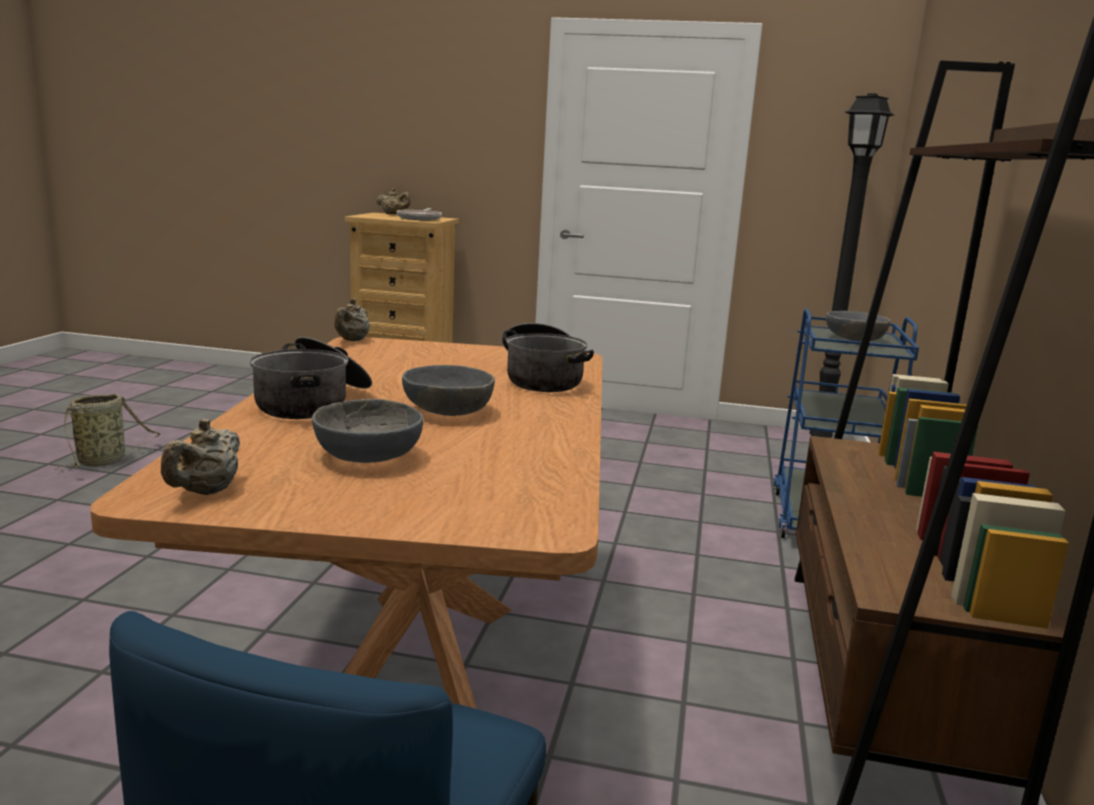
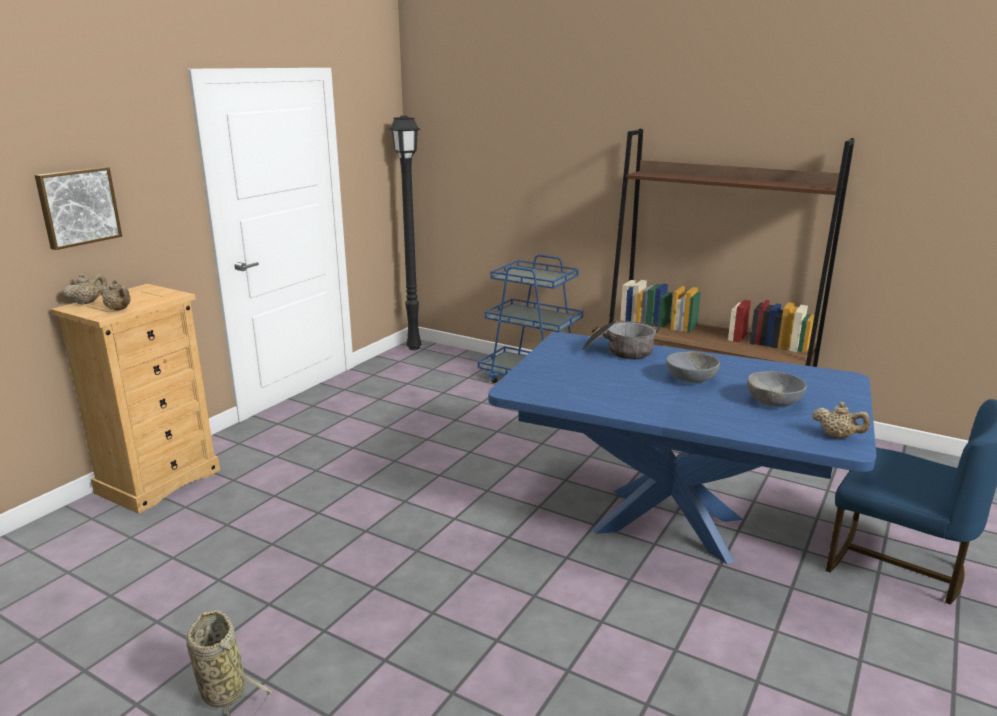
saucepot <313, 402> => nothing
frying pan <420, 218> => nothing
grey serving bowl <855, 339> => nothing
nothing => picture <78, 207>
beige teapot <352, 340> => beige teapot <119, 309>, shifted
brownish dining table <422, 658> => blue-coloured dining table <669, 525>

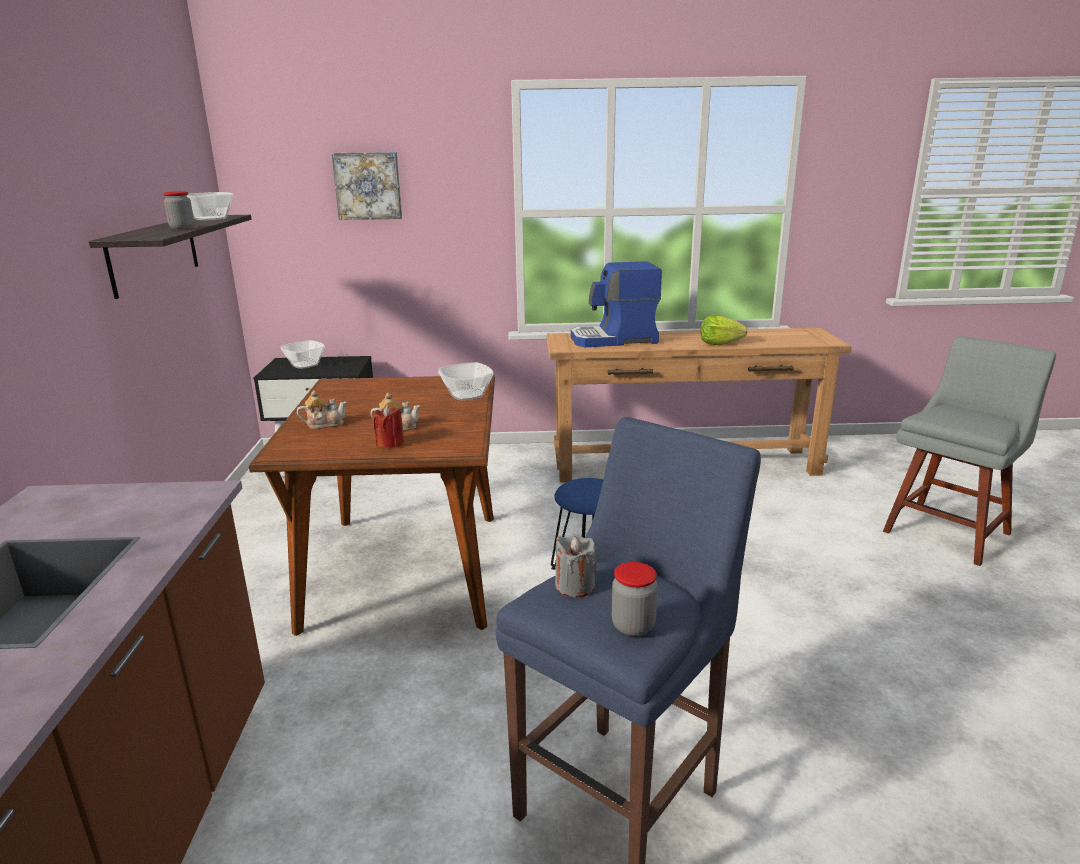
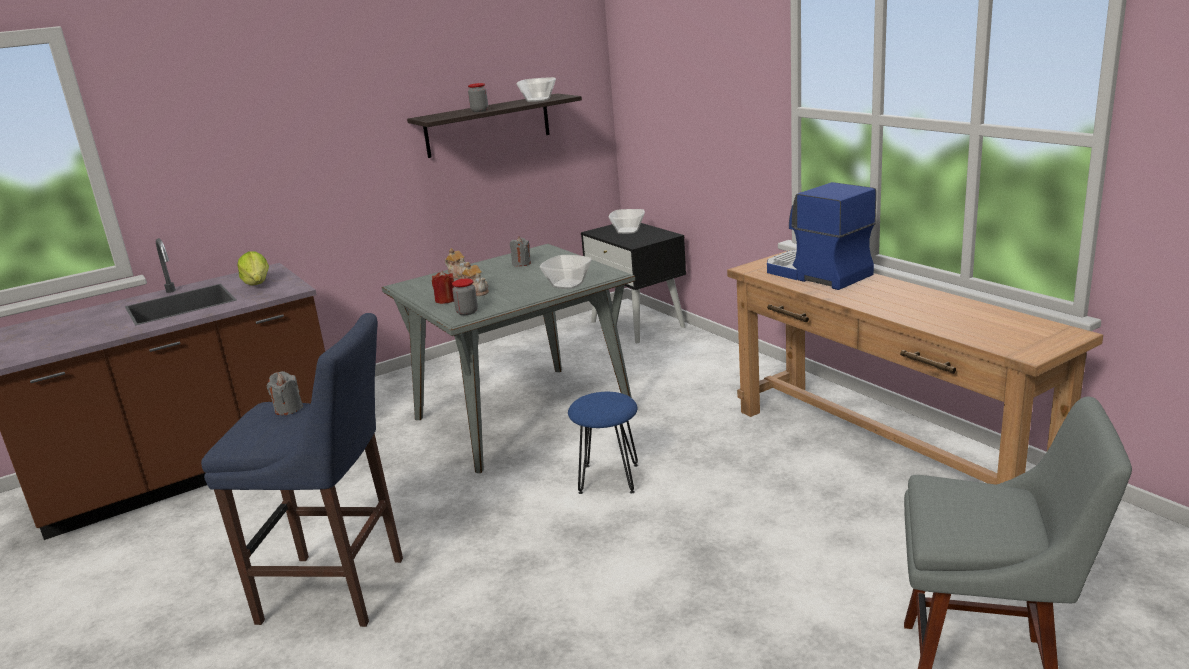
picture <368, 186> => nothing
nothing => grey wax candle <521, 263>
storage jar <633, 626> => storage jar <467, 312>, shifted
lettuce head <719, 343> => lettuce head <257, 284>, shifted
brownish dining table <405, 568> => grey dining table <523, 415>

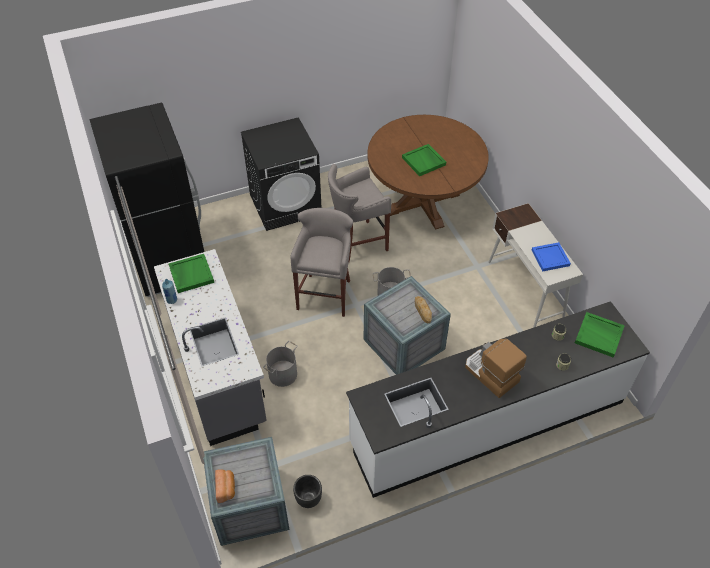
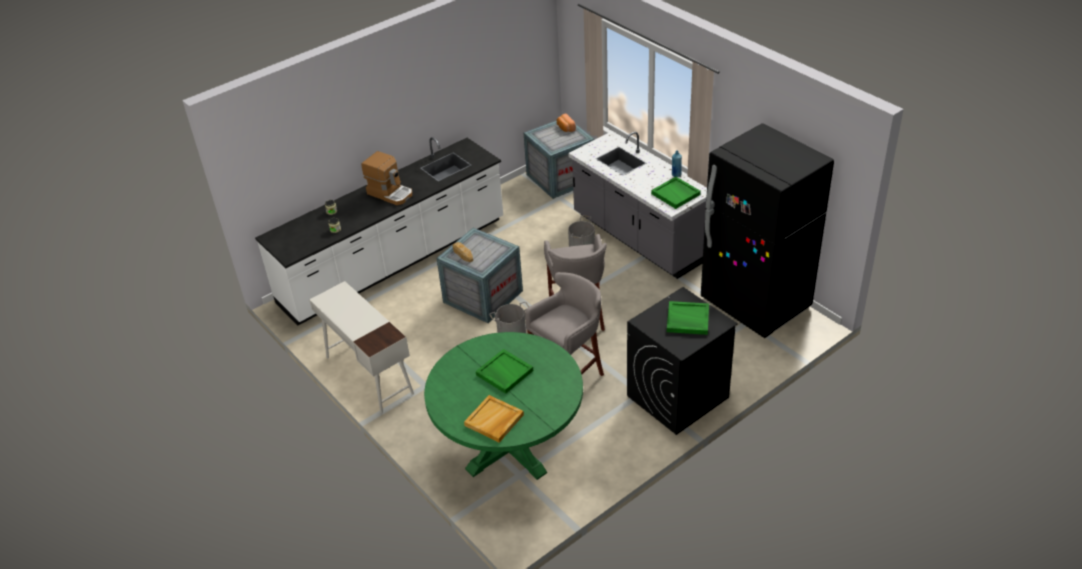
black-coloured planter <308, 499> => nothing
blue-coloured serving tray <549, 257> => nothing
nothing => beige serving tray <494, 420>
green-coloured serving tray <599, 335> => green-coloured serving tray <687, 320>, shifted
brownish dining table <423, 202> => green-coloured dining table <510, 446>

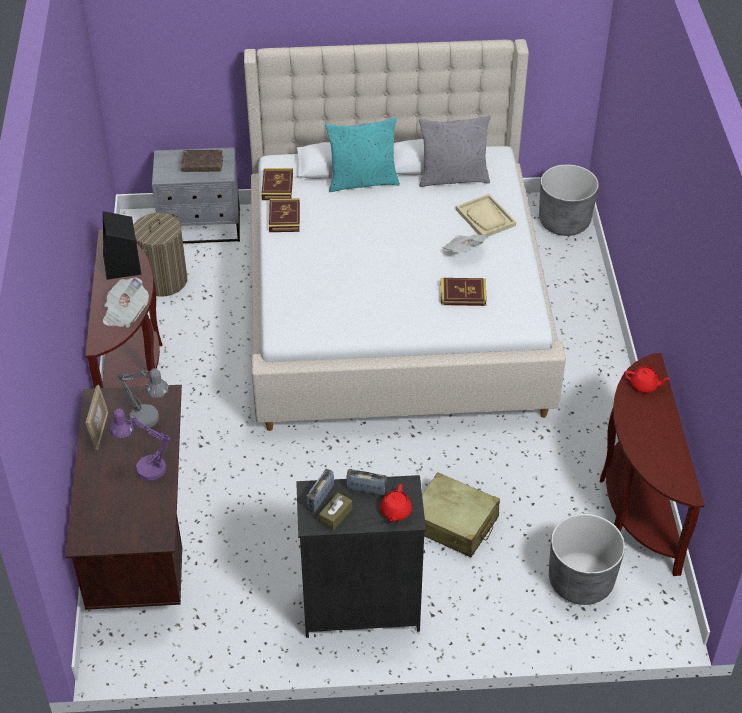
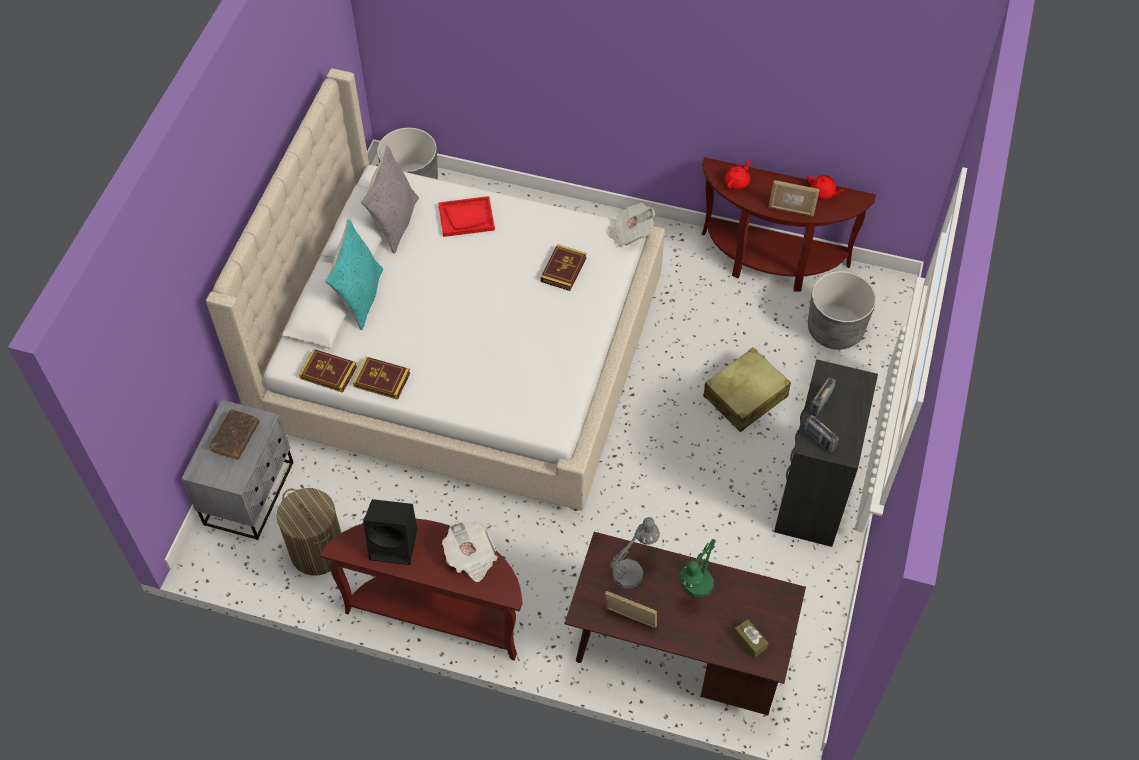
nothing => picture frame <791, 210>
brownish box of tissues <335, 515> => brownish box of tissues <750, 641>, shifted
reddish teapot <395, 512> => reddish teapot <822, 192>, shifted
printed paper <464, 251> => printed paper <629, 233>, shifted
purple table lamp <144, 468> => green-coloured table lamp <695, 589>
beige serving tray <485, 217> => reddish serving tray <466, 217>

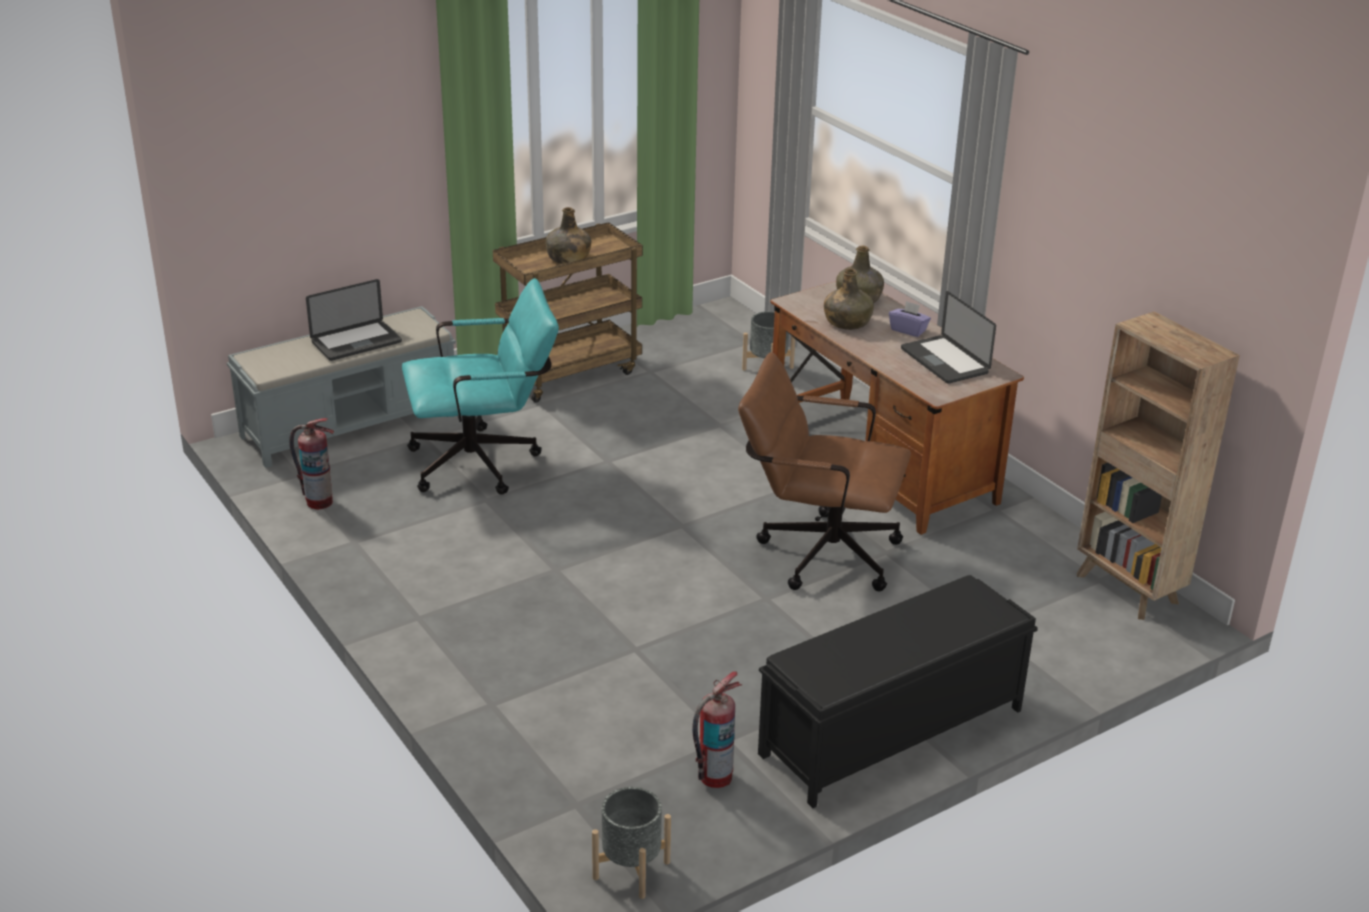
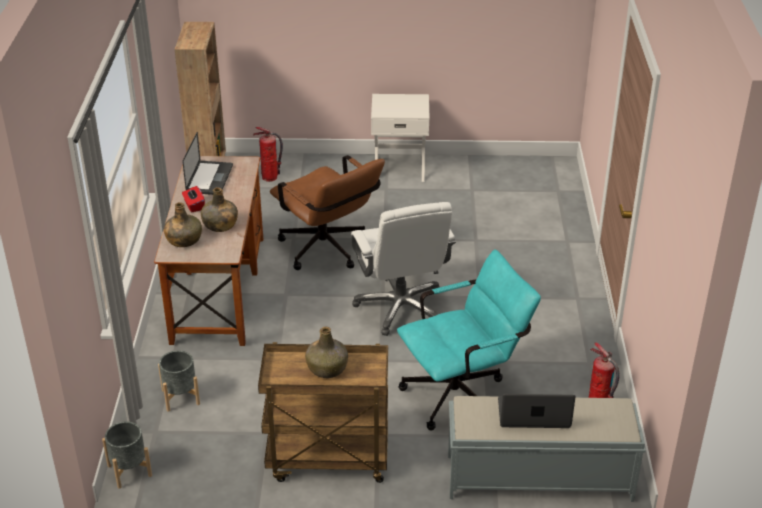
nothing => white-coloured computer chair <401, 307>
grey planter <632, 870> => grey planter <129, 470>, shifted
extinguisher <714, 776> => extinguisher <270, 177>, shifted
black-coloured indoor bench <890, 733> => white-coloured night table <399, 168>
purple box of tissues <908, 330> => reddish box of tissues <194, 206>
blue-green computer chair <485, 463> => blue-green computer chair <463, 393>, 135 degrees clockwise

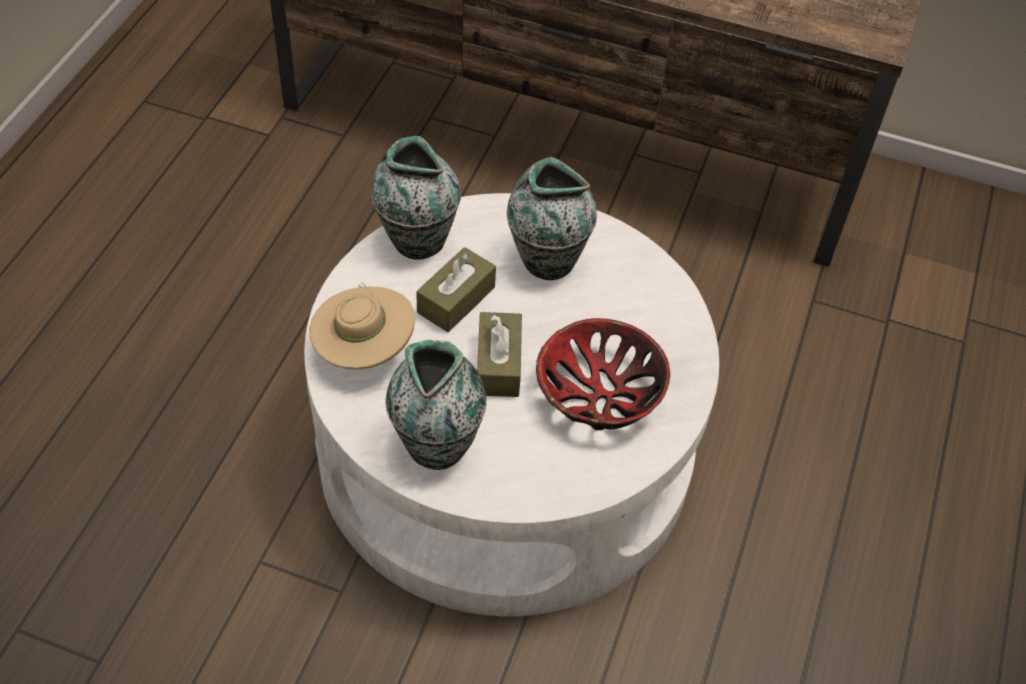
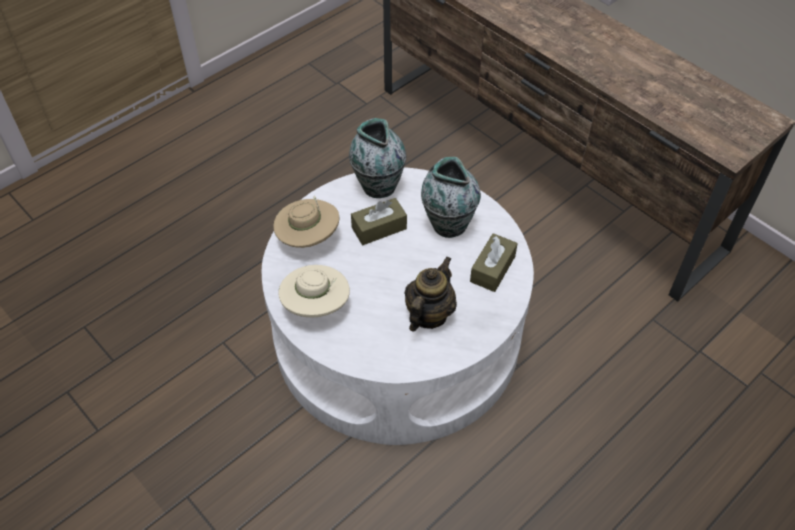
brownish box of tissues <498, 364> => brownish box of tissues <492, 269>, shifted
flower vase <437, 443> => beige wearable hat <316, 306>
serving bowl <598, 394> => teapot <428, 314>

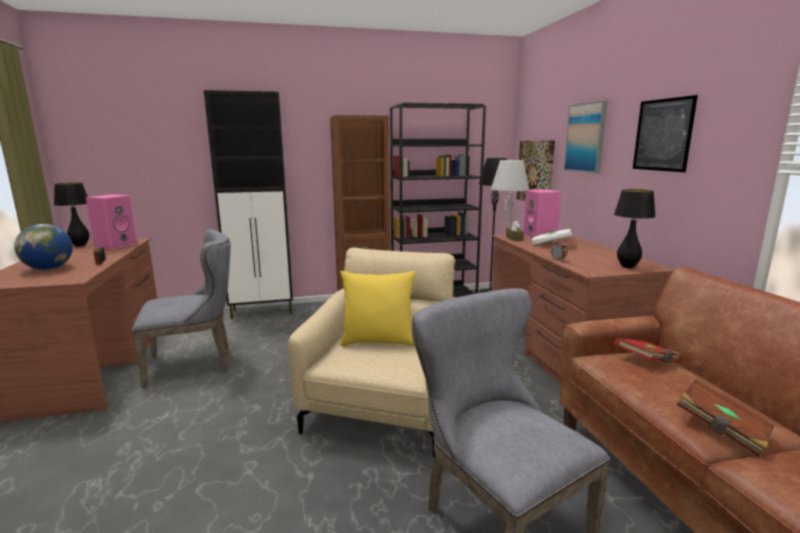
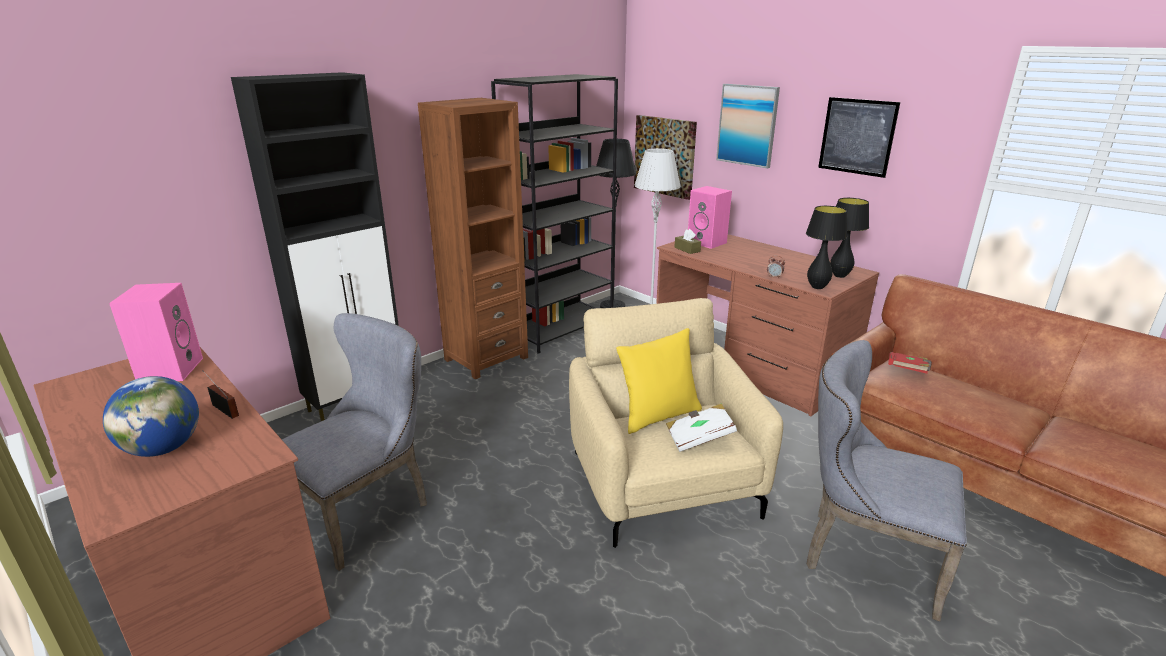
brownish volume <721, 430> => nothing
black-coloured table lamp <80, 245> => black-coloured table lamp <817, 287>, shifted
white-coloured volume <551, 245> => white-coloured volume <699, 438>, shifted

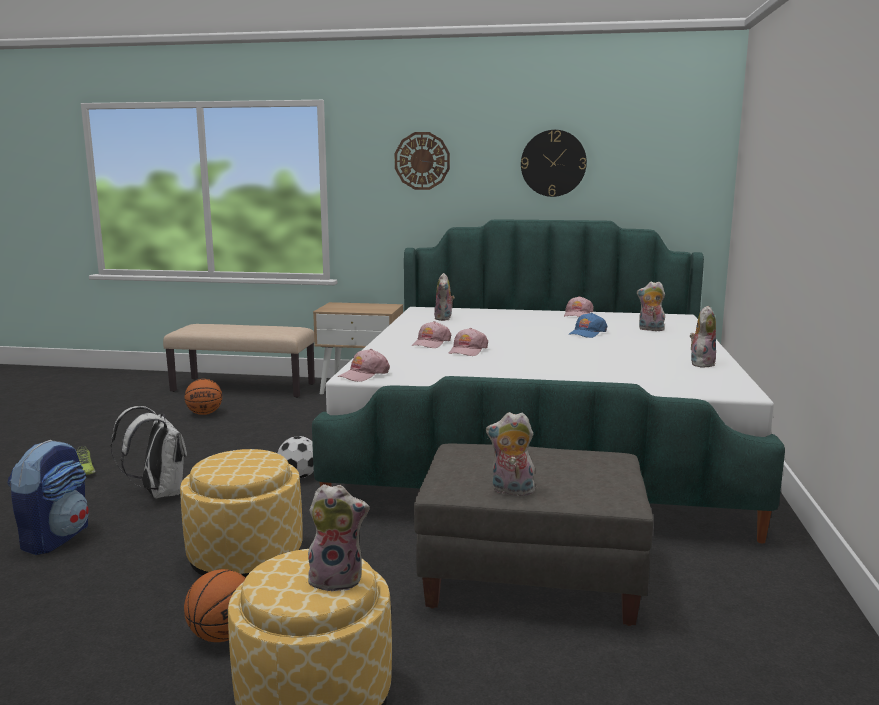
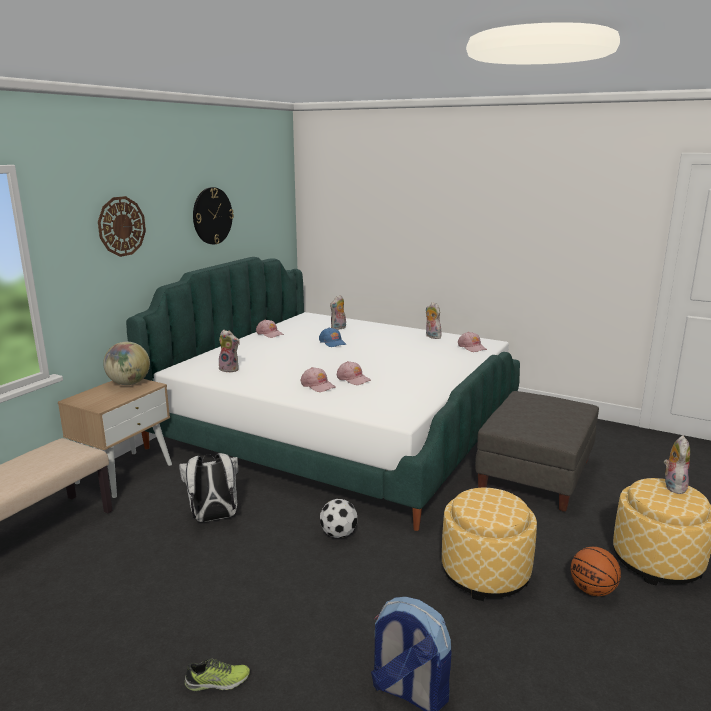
basketball <204, 413> => nothing
cuddly toy <511, 491> => nothing
nothing => world globe <129, 383>
white-coloured backpack <159, 493> => white-coloured backpack <213, 518>, shifted
pink baseball cap <364, 375> => pink baseball cap <472, 347>, shifted

